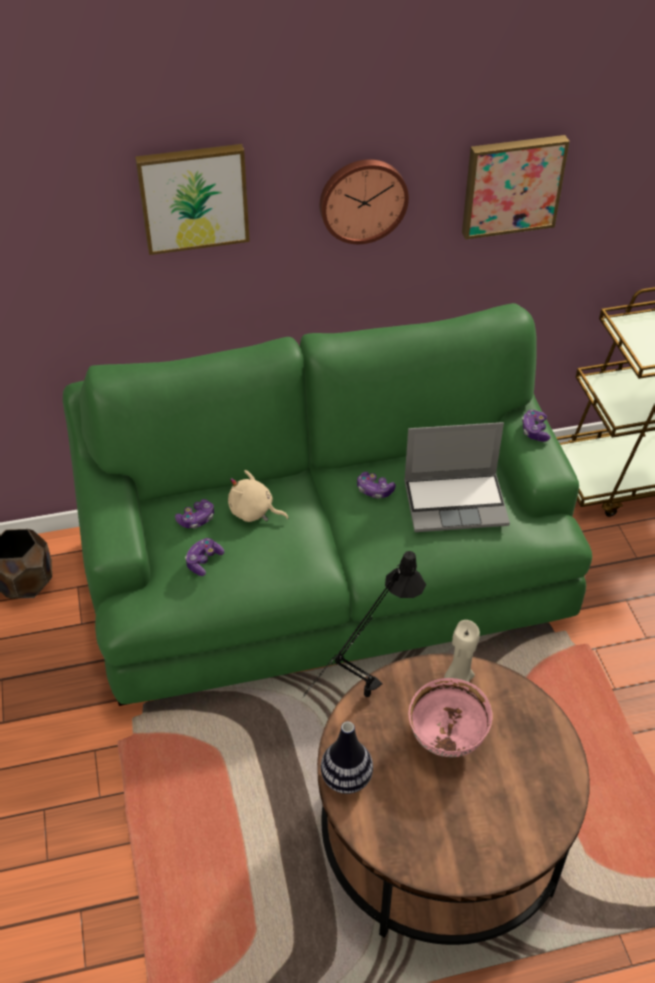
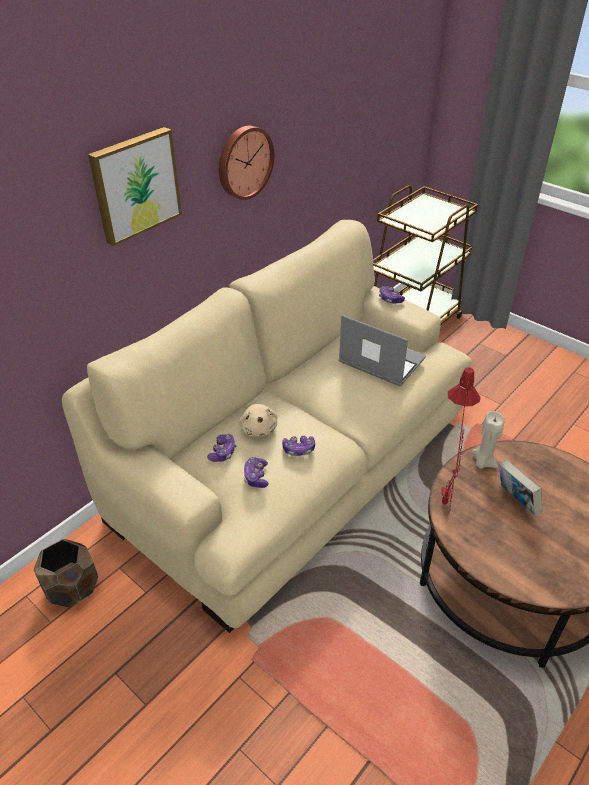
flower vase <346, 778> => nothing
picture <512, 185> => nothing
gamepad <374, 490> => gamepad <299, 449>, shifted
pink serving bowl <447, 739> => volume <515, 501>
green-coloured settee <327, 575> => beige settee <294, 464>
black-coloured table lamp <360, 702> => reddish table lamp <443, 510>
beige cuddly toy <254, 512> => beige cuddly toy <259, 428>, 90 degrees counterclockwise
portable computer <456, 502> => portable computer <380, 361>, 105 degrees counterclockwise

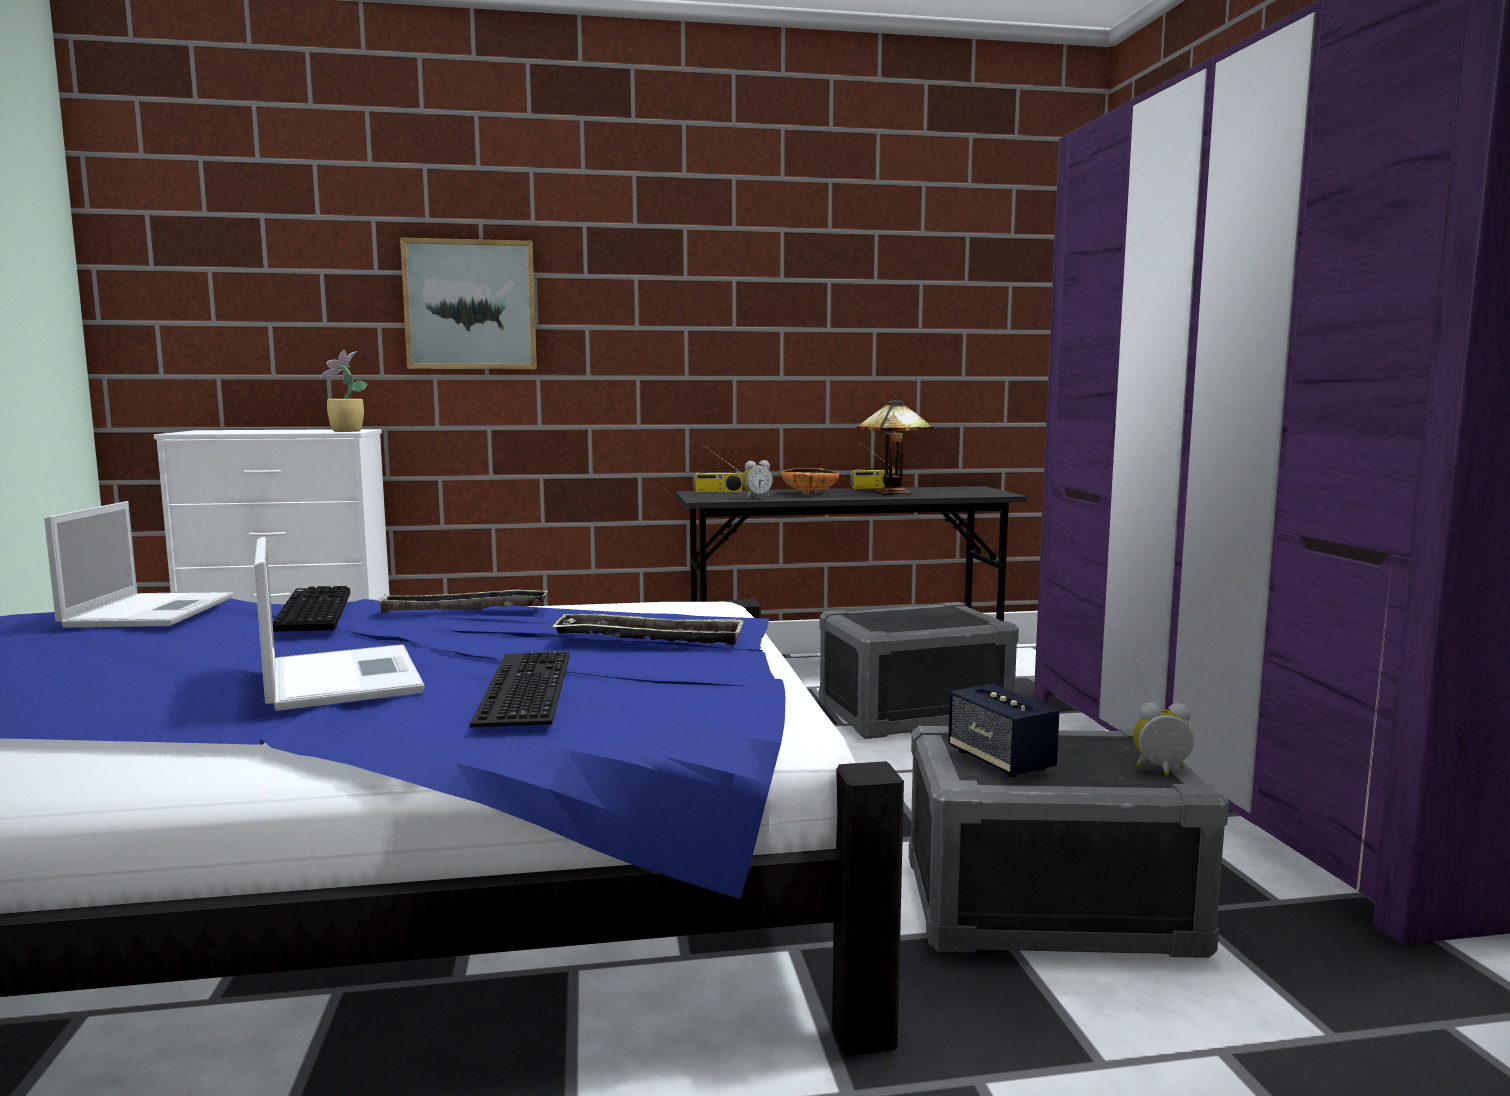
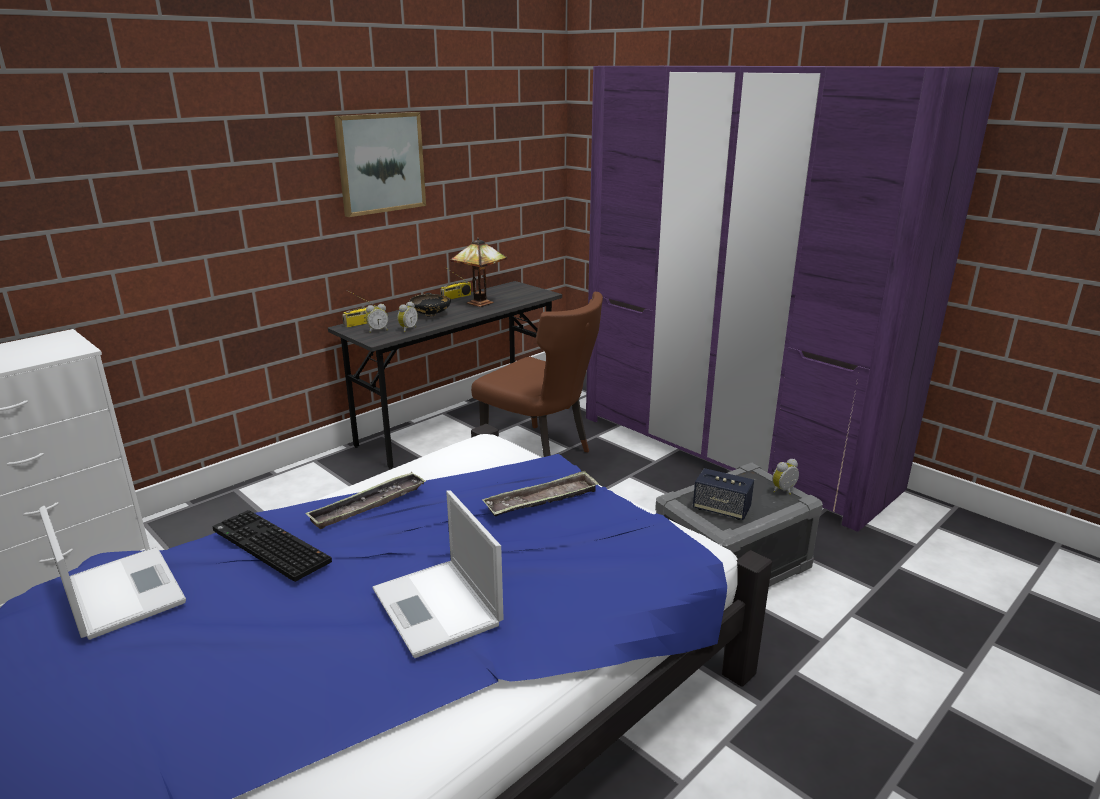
plant in a pot <345, 431> => nothing
keyboard <521, 686> => nothing
nothing => alarm clock <377, 330>
picture <470, 305> => picture <380, 163>, shifted
grey storage box <913, 713> => brownish plain chair <541, 453>
orangey serving bowl <810, 493> => black-coloured serving bowl <431, 315>
portable computer <340, 678> => portable computer <438, 608>, 150 degrees counterclockwise

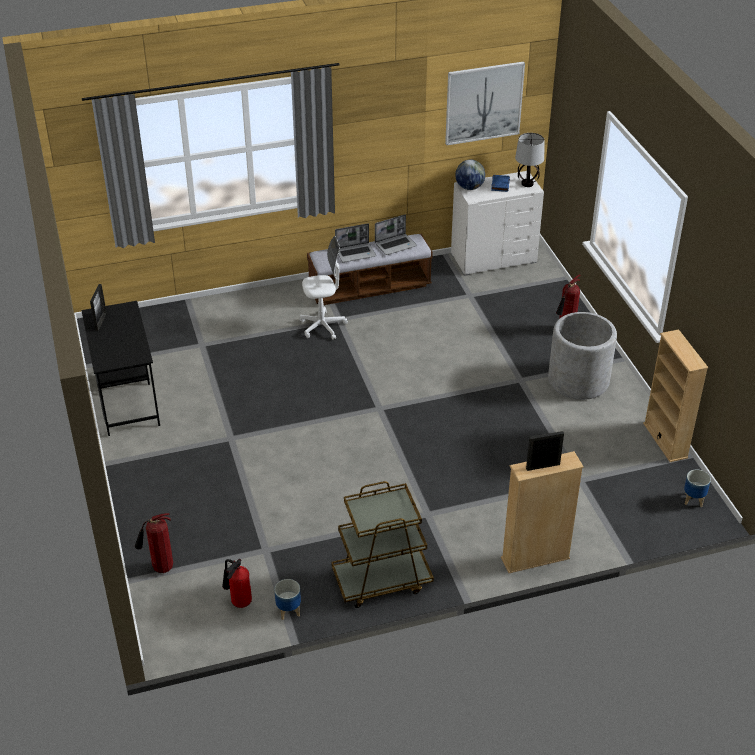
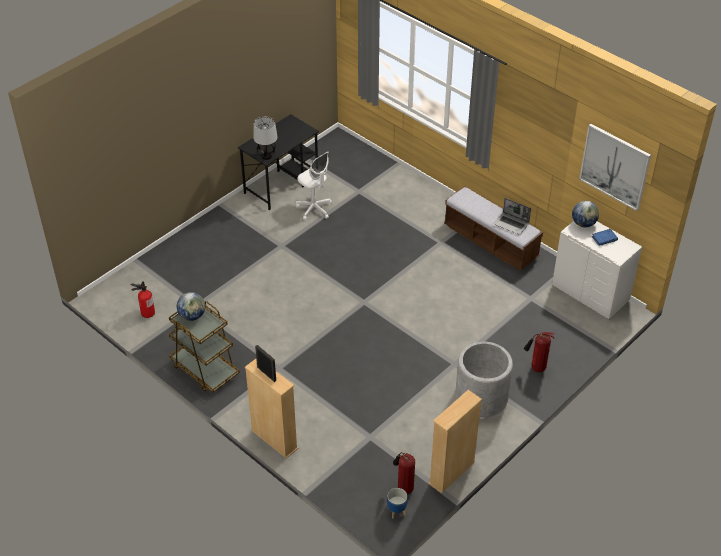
picture frame <101, 321> => nothing
planter <289, 611> => nothing
portable computer <356, 253> => nothing
nothing => world globe <192, 316>
extinguisher <160, 568> => extinguisher <403, 488>, shifted
white-coloured computer chair <323, 326> => white-coloured computer chair <314, 209>, shifted
table lamp <527, 184> => table lamp <266, 156>, shifted

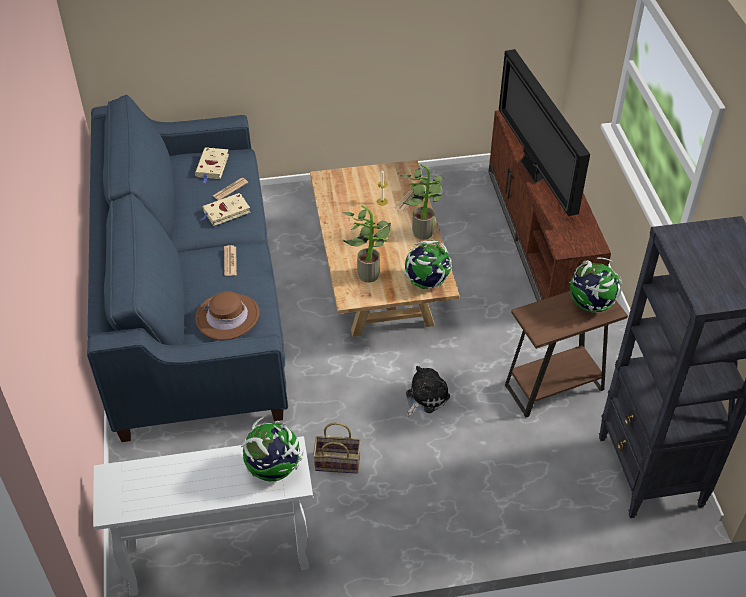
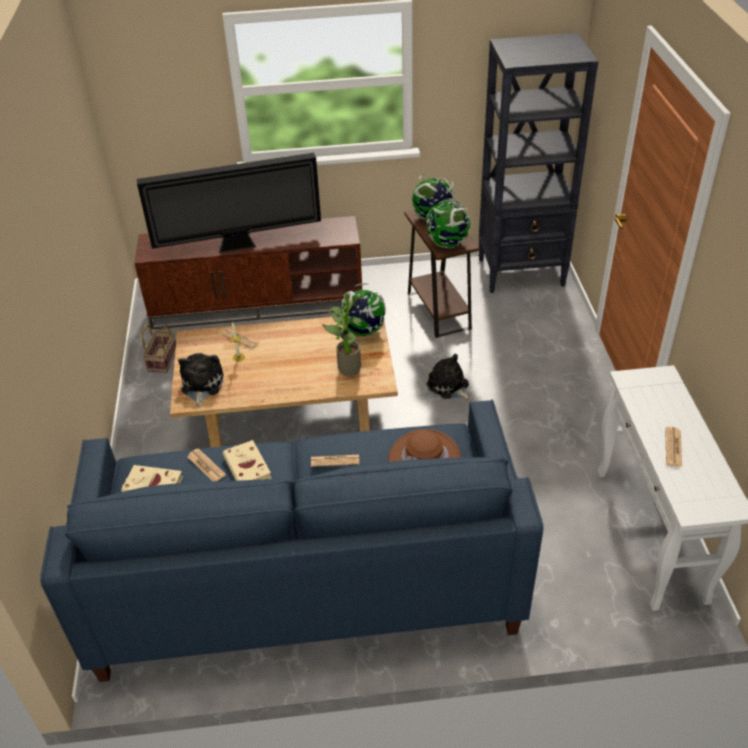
plant in a pot <422, 230> => nothing
nothing => cuddly toy <201, 385>
nothing => printed paper <673, 447>
world globe <274, 468> => world globe <447, 243>, shifted
basket <338, 462> => basket <162, 359>, shifted

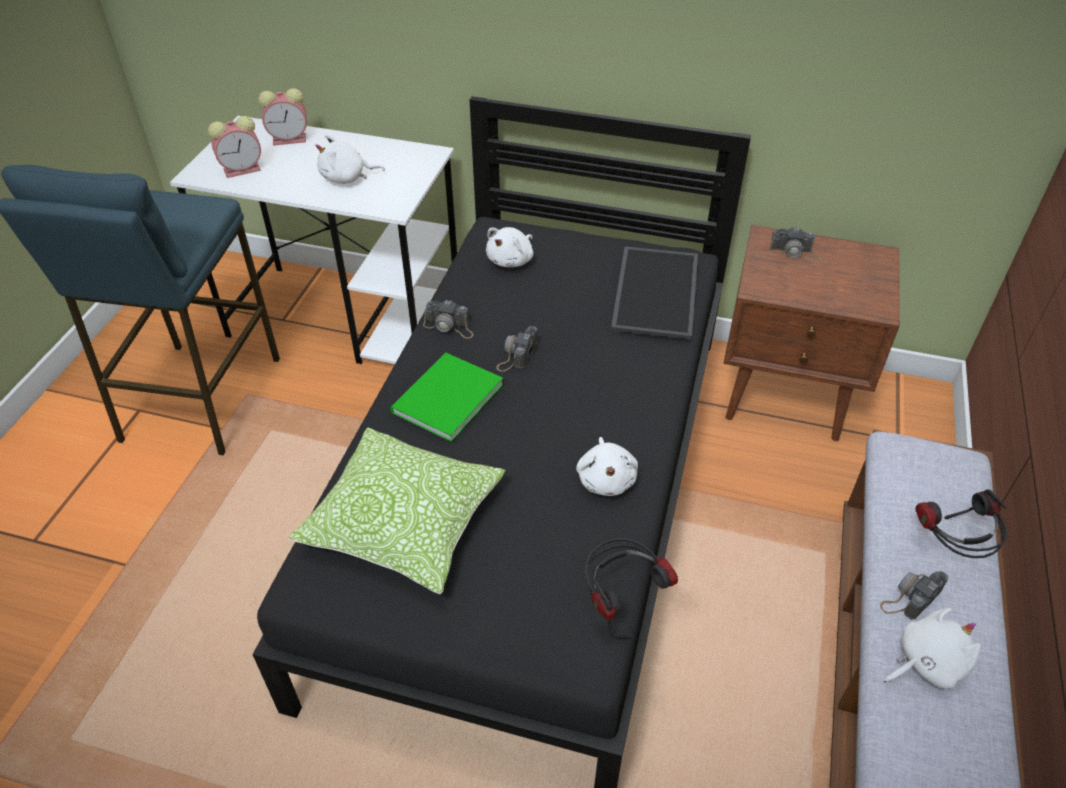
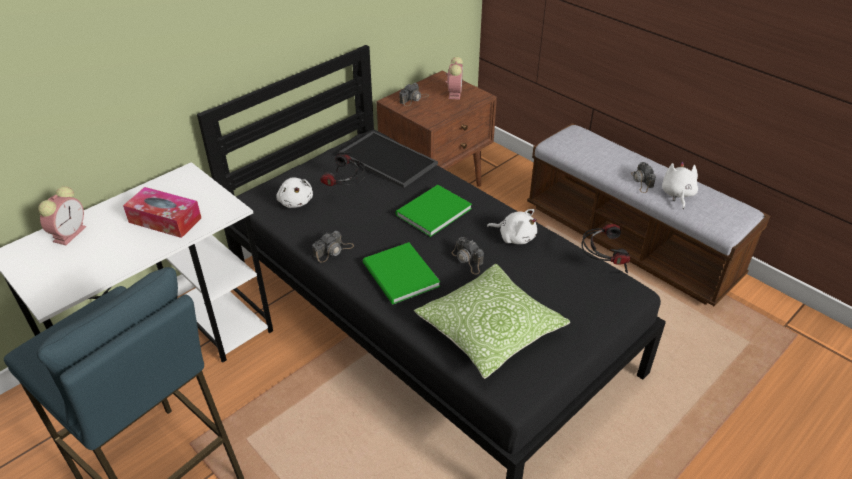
nothing => green-coloured volume <431, 212>
alarm clock <243, 169> => alarm clock <454, 93>, shifted
photo camera <517, 355> => photo camera <468, 260>, shifted
headset <951, 548> => headset <345, 191>, shifted
white-coloured cuddly toy <347, 178> => box of tissues <165, 220>

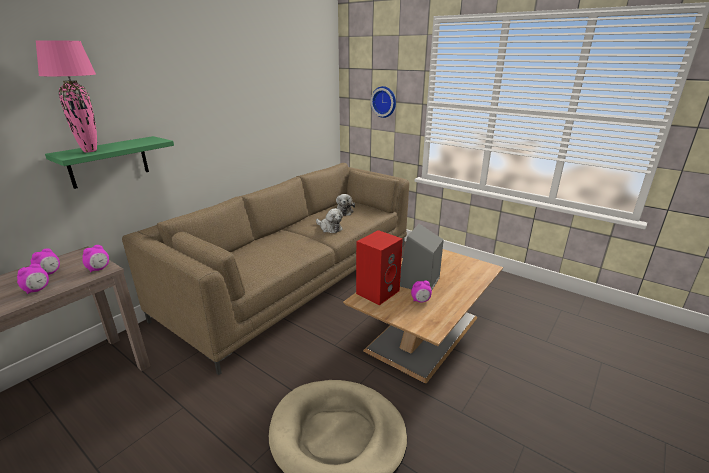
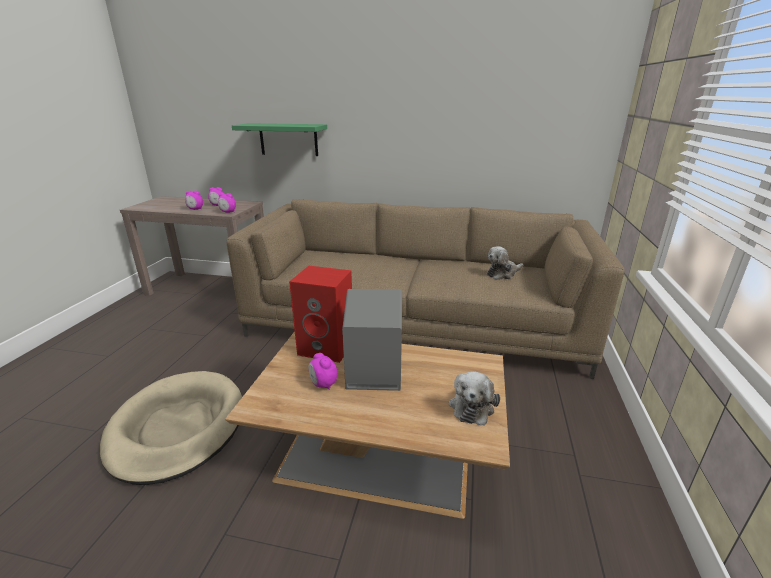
pink table lamp <89, 151> => nothing
hanging clock <384, 101> => nothing
cuddly toy <329, 228> => cuddly toy <472, 405>, shifted

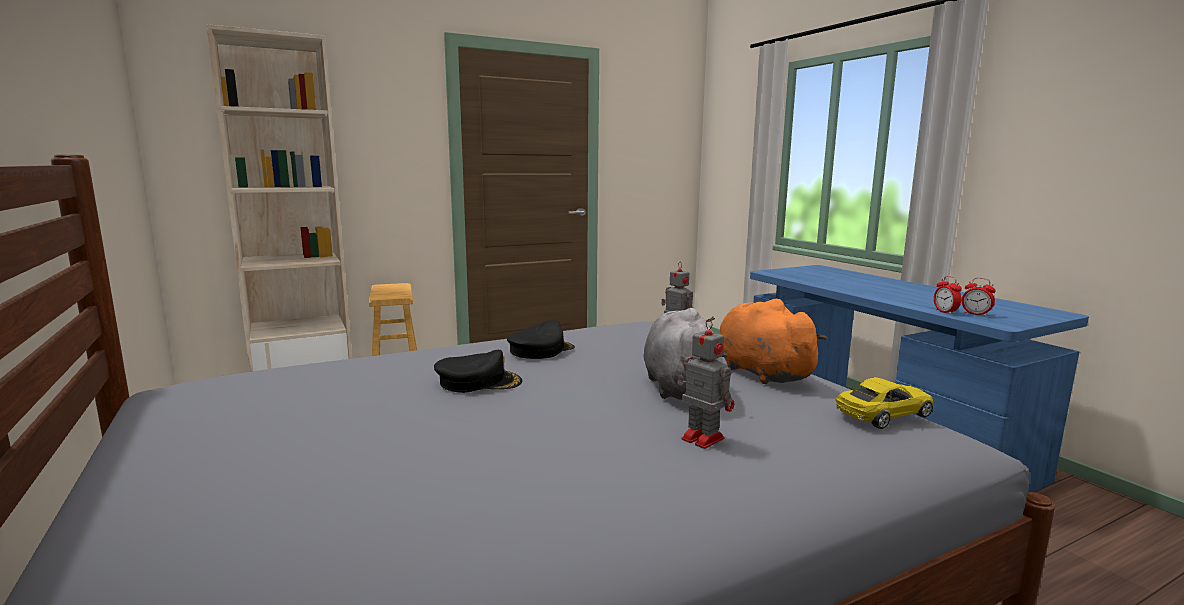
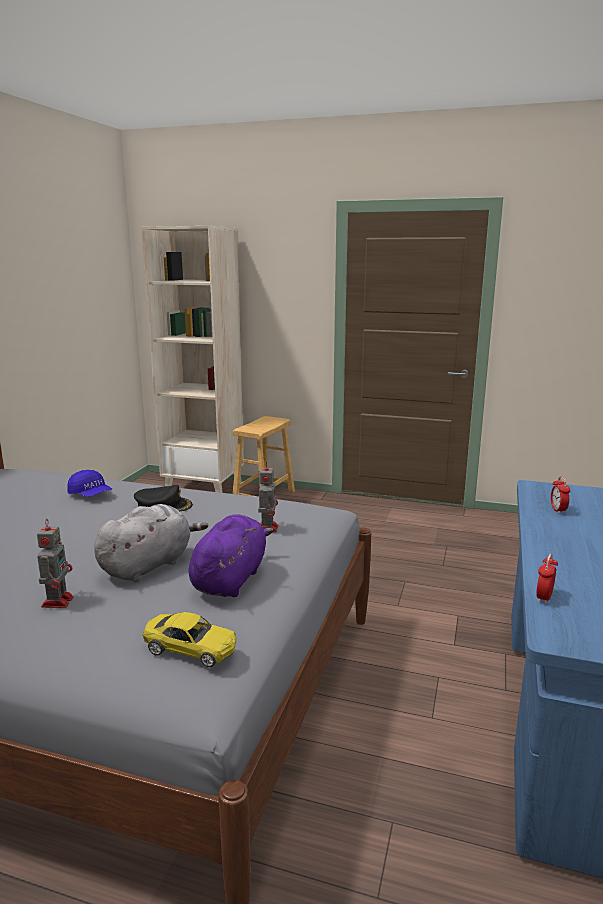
black-coloured baseball cap <479, 382> => nothing
nothing => blue-coloured baseball cap <91, 495>
alarm clock <975, 314> => alarm clock <558, 510>, shifted
orangey cuddly toy <760, 372> => purple cuddly toy <230, 579>

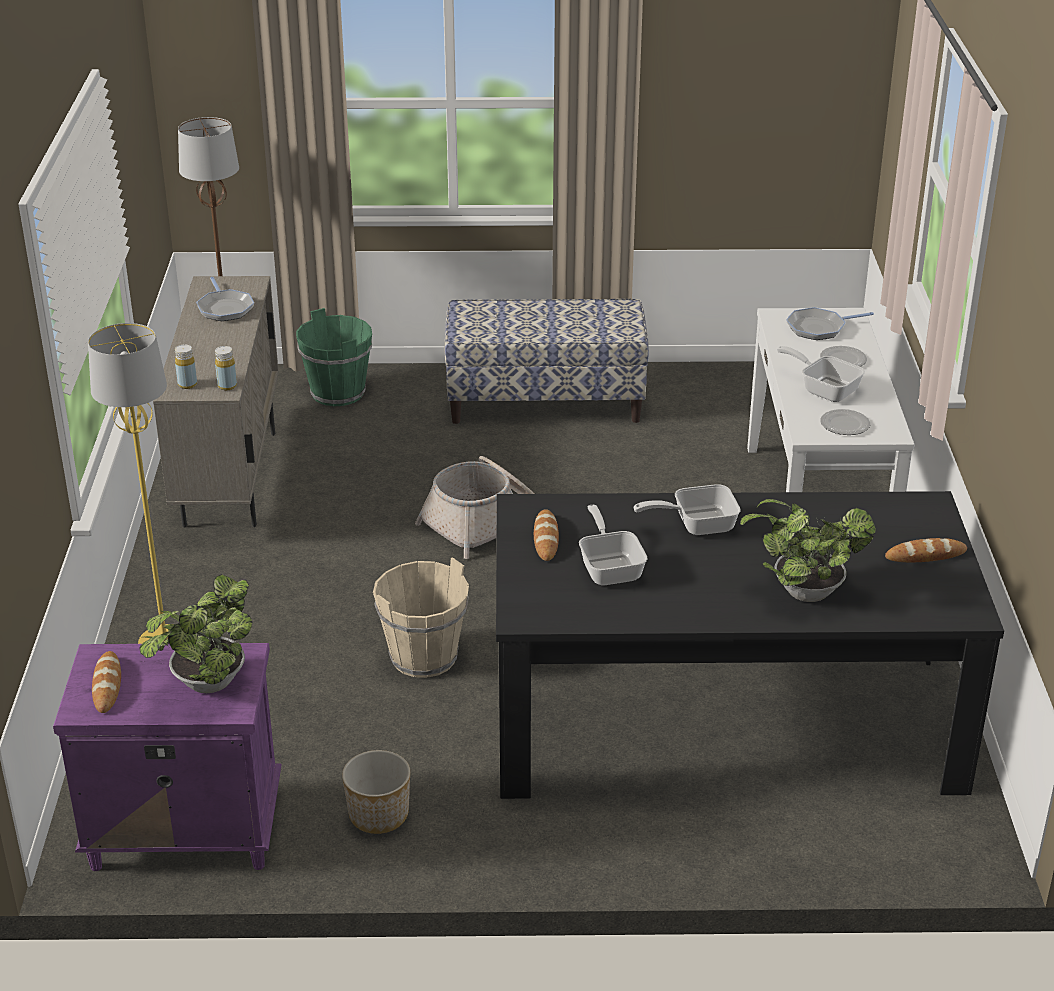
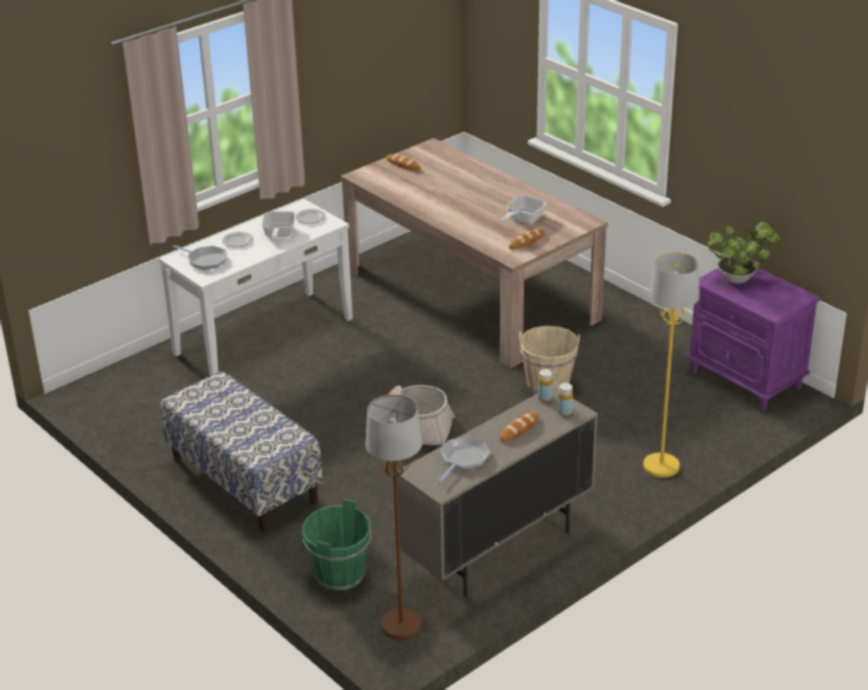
planter <378, 815> => nothing
frying pan <696, 524> => nothing
plant in a pot <802, 592> => nothing
bakery bread <107, 685> => bakery bread <519, 429>, shifted
black-coloured dining table <723, 719> => beige dining table <470, 294>

